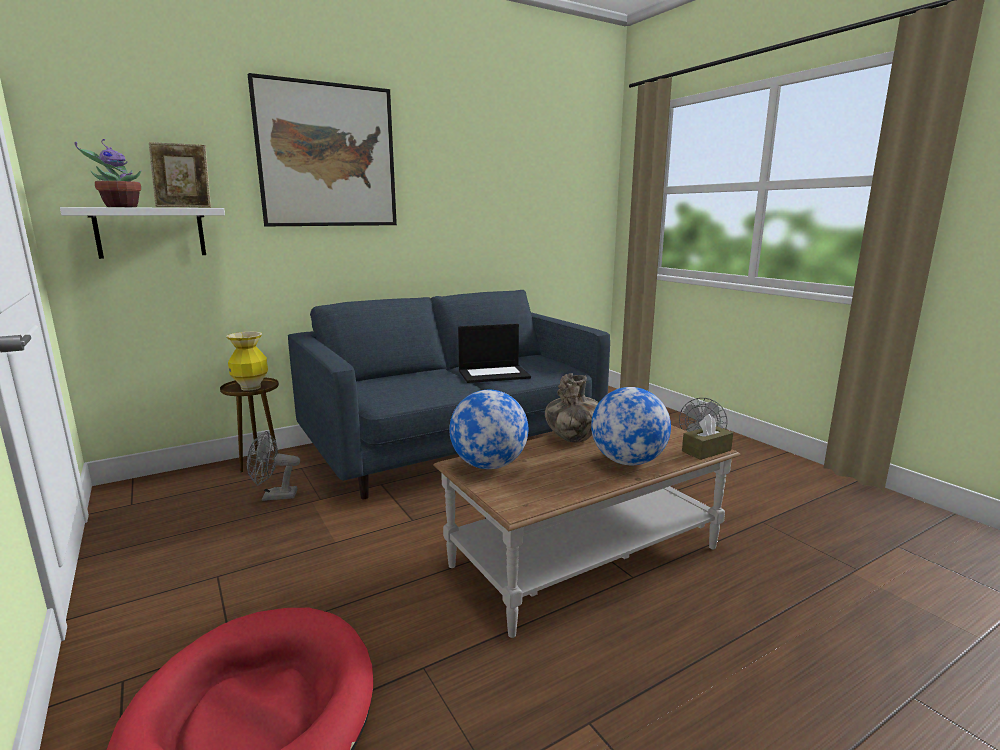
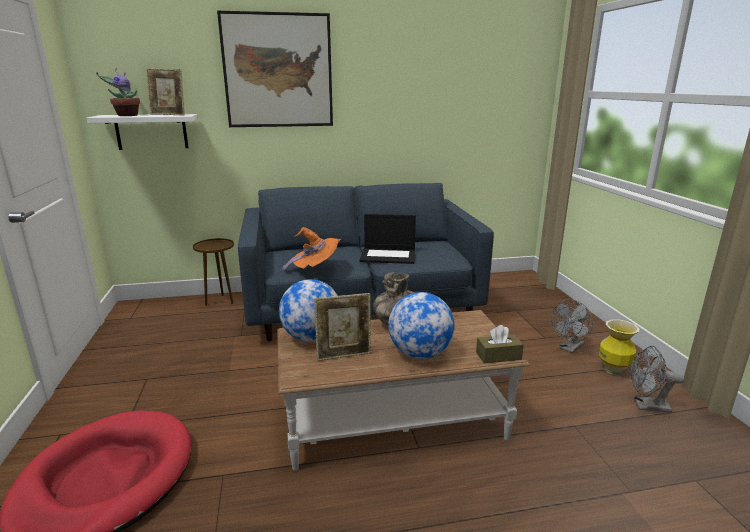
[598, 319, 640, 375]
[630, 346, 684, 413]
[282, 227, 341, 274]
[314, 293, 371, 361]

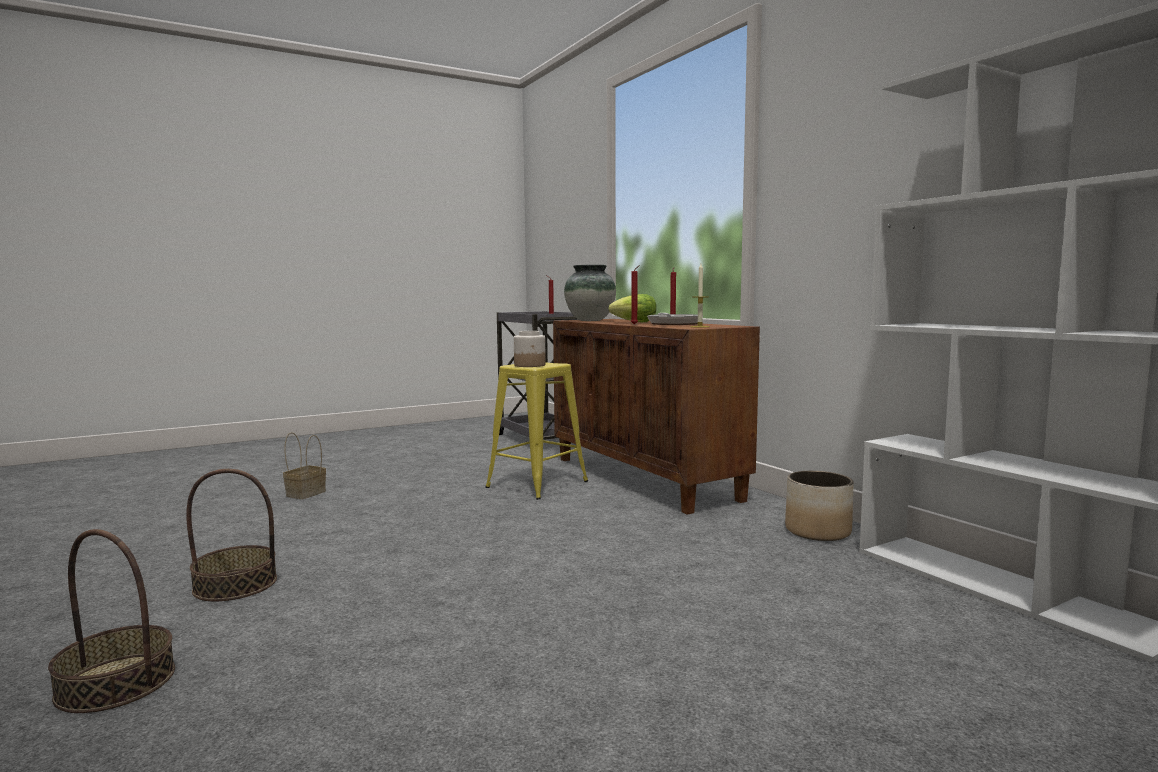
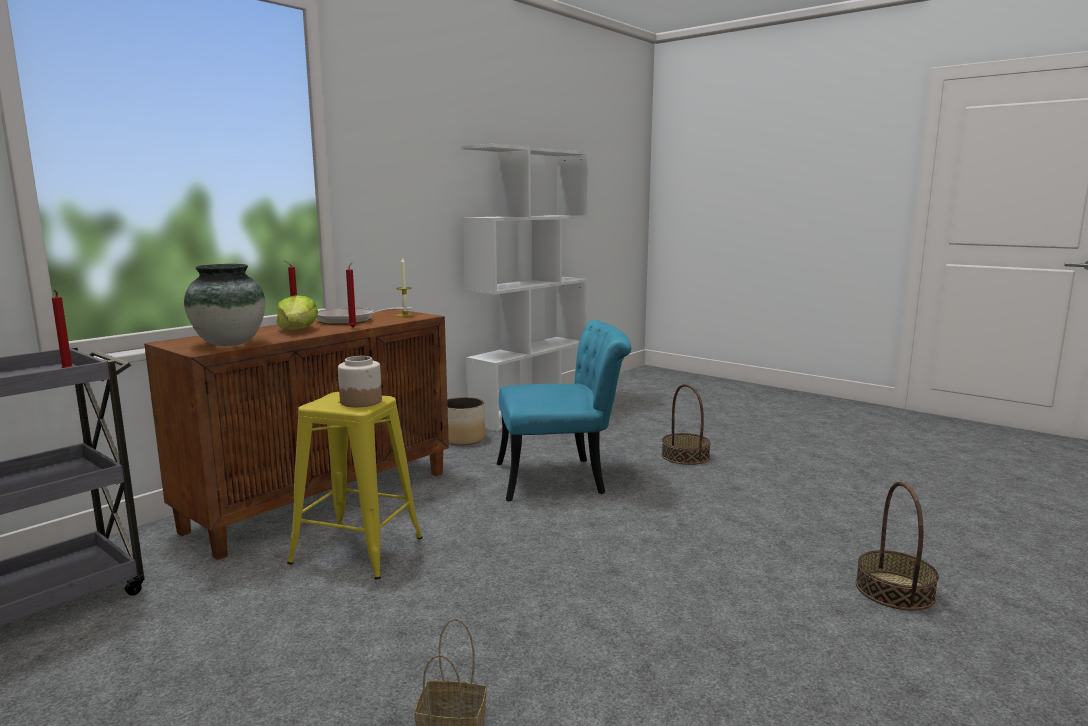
[662, 384, 711, 465]
[497, 320, 631, 501]

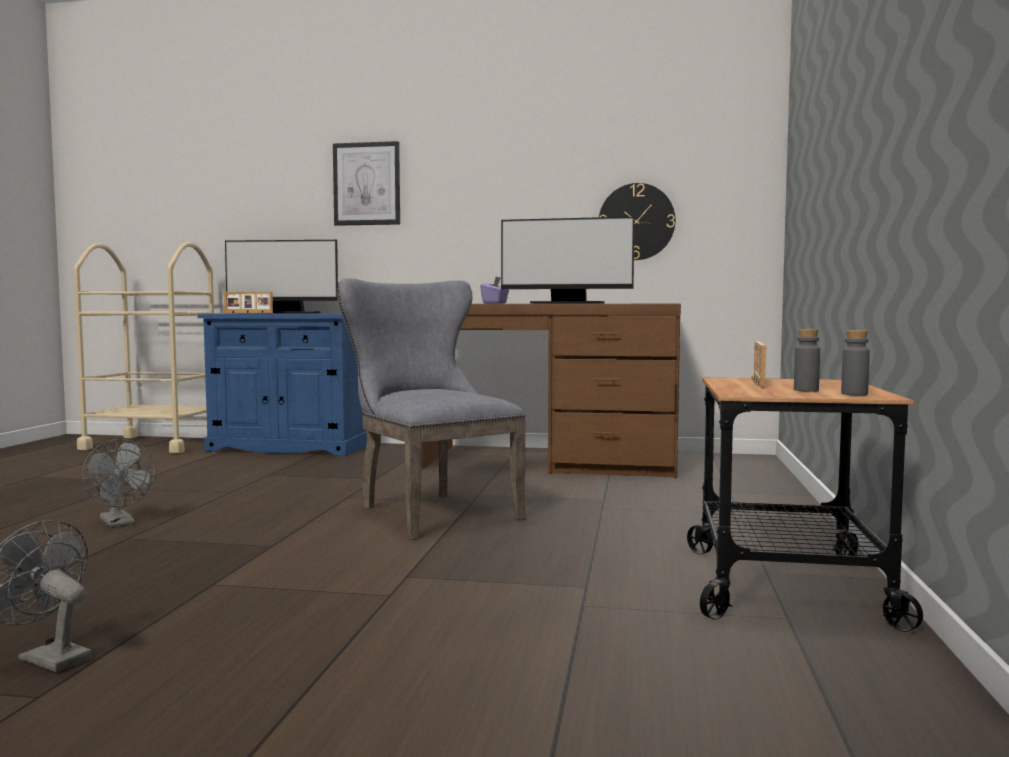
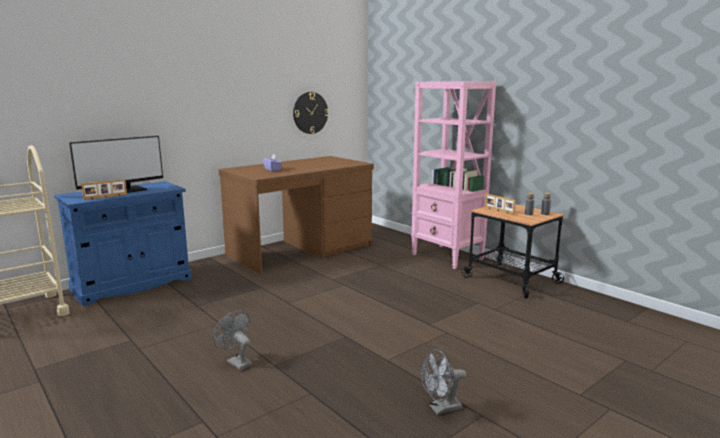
[213, 311, 253, 370]
[333, 141, 400, 226] (first image)
[337, 278, 526, 540] (first image)
[501, 217, 635, 303] (first image)
[411, 81, 496, 269]

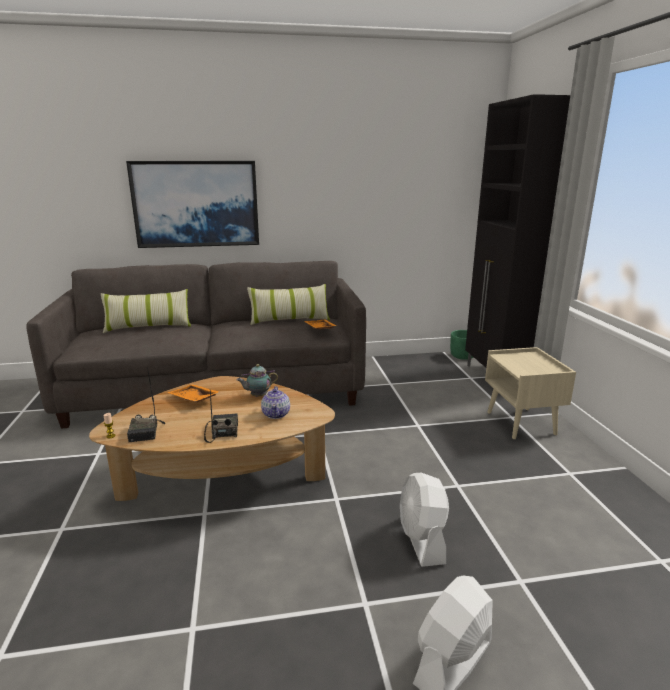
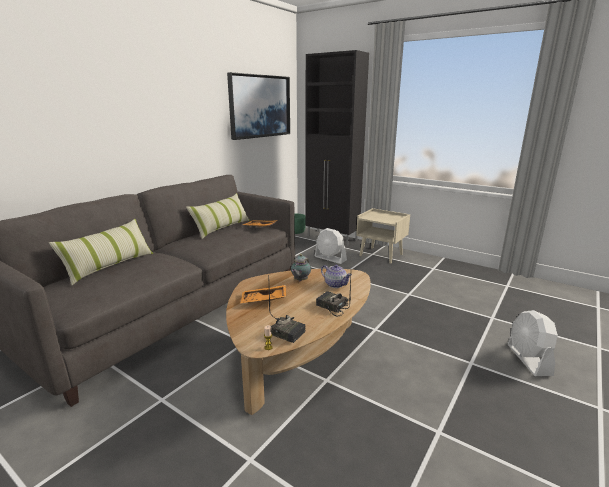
[227, 72, 290, 140]
[315, 228, 347, 264]

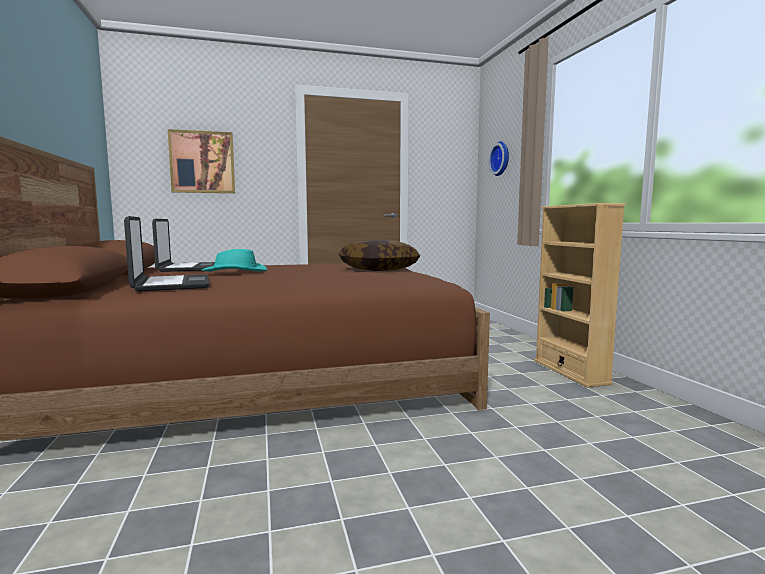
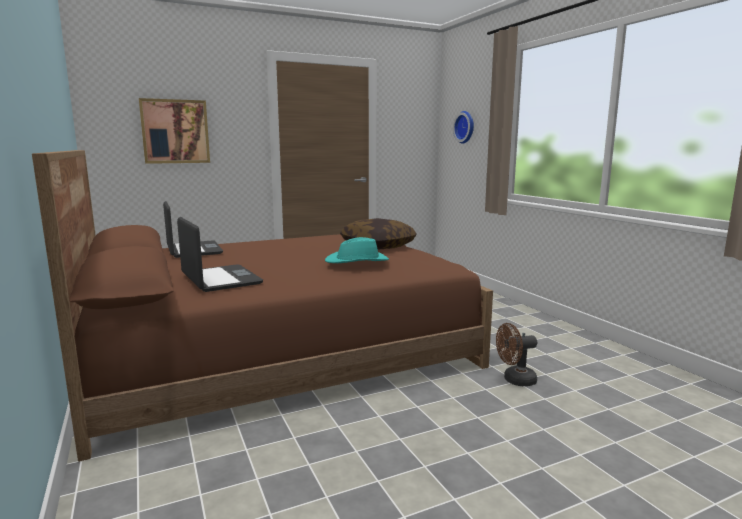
[325, 237, 389, 263]
[534, 203, 626, 387] (first image)
[496, 323, 537, 386]

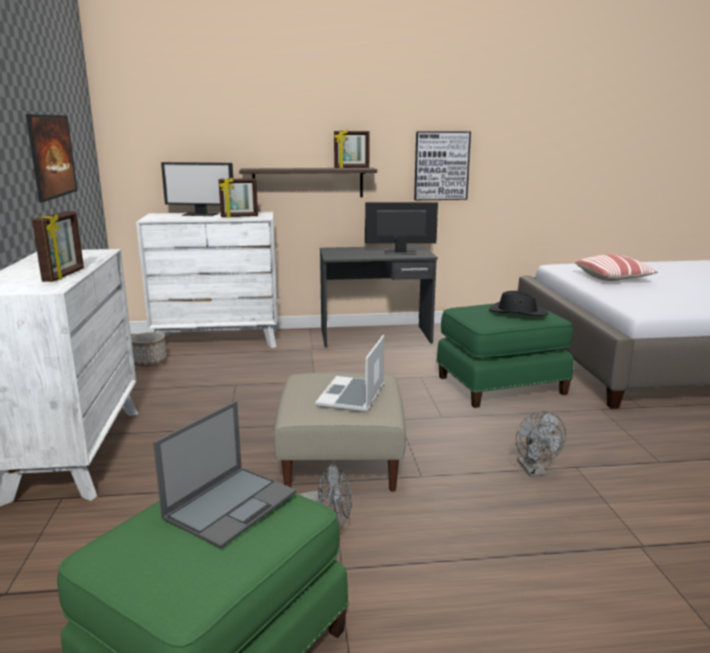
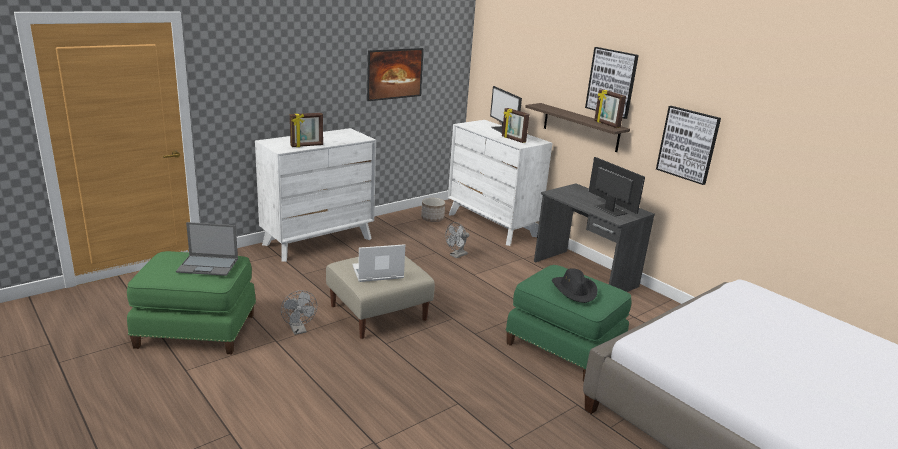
[445, 222, 469, 258]
[575, 254, 658, 281] (first image)
[585, 47, 639, 119]

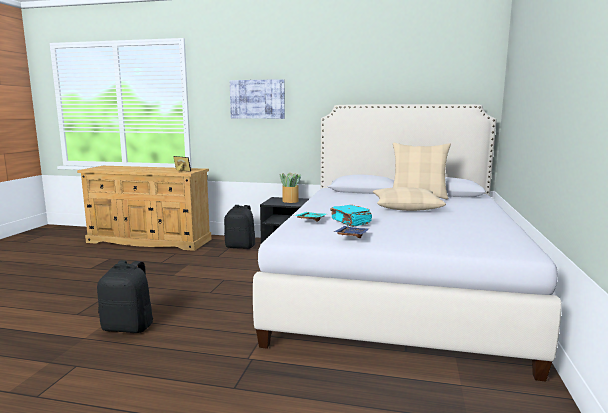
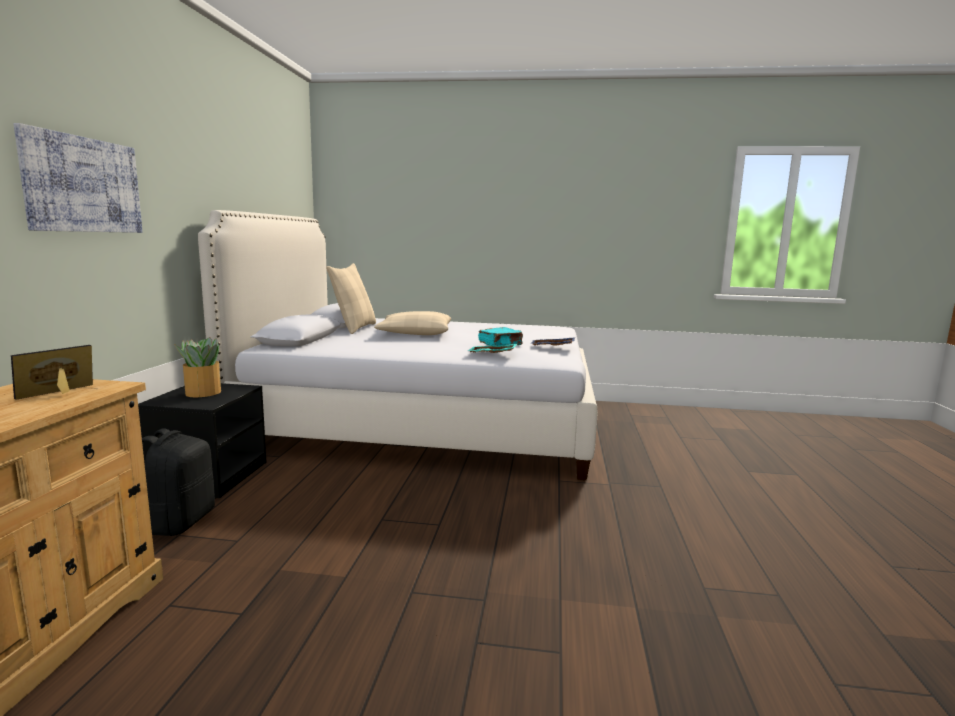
[97, 260, 153, 333] (first image)

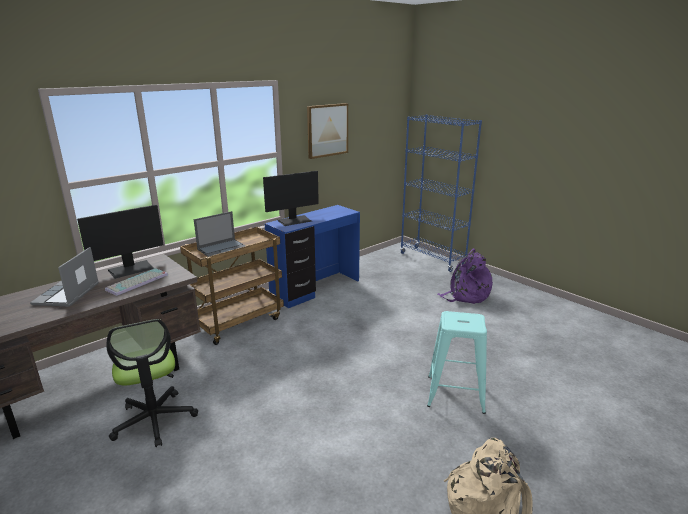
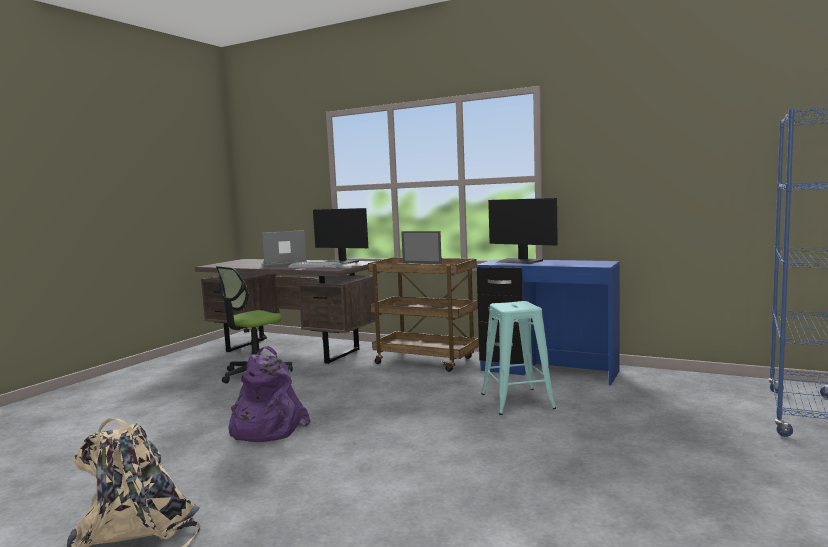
[307, 103, 348, 159] (first image)
[481, 301, 556, 415]
[228, 346, 311, 442]

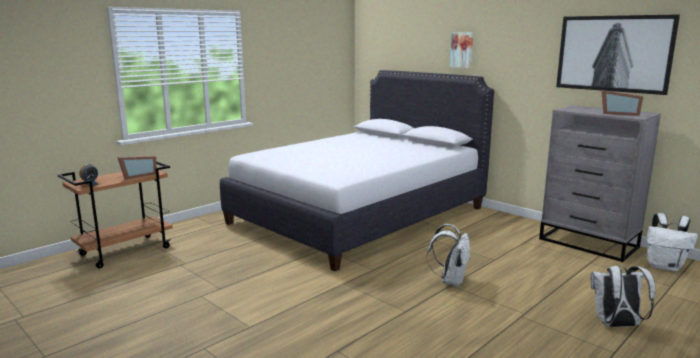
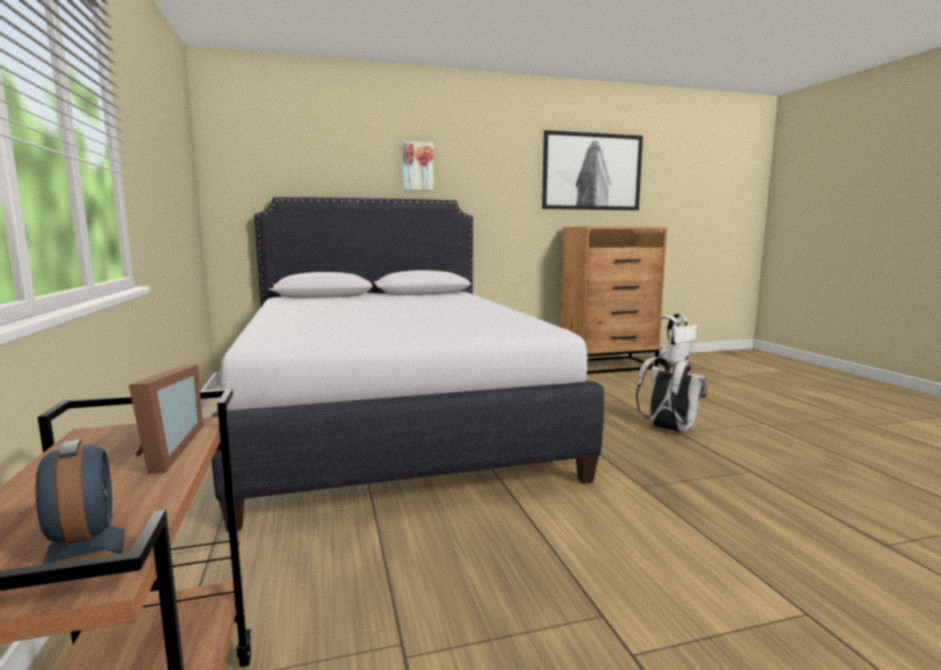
[560, 226, 667, 374]
[591, 266, 655, 327] (first image)
[601, 90, 643, 116] (first image)

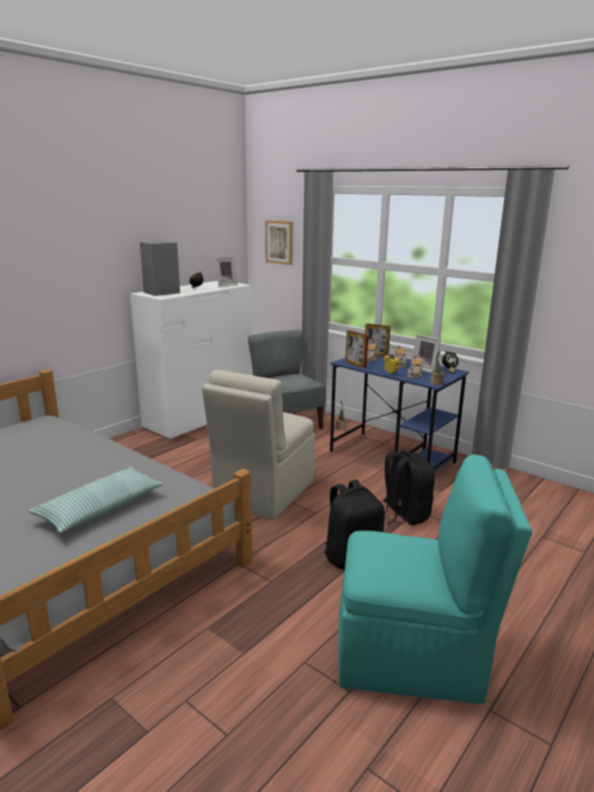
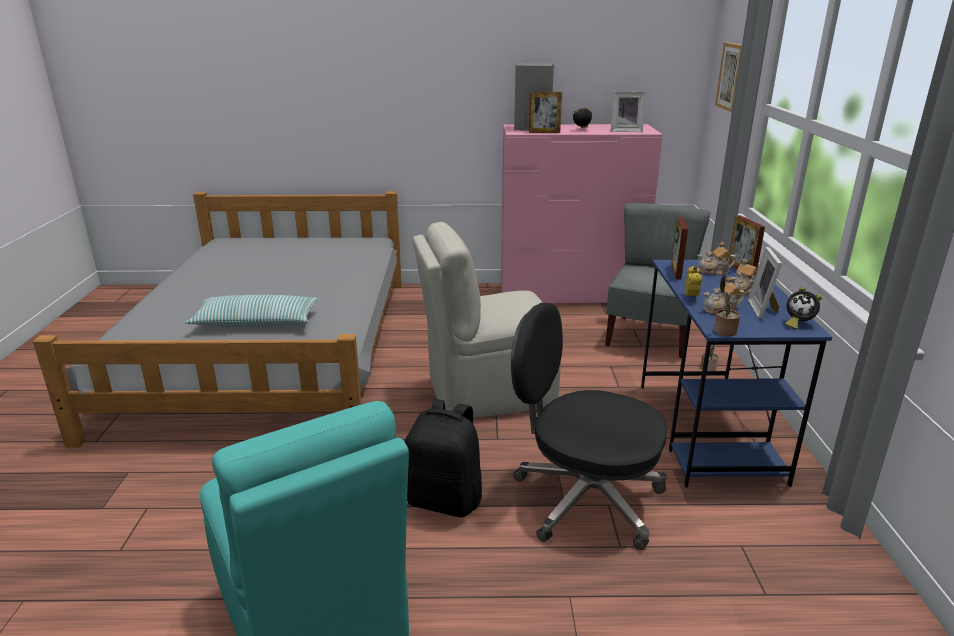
[501, 124, 663, 303]
[511, 303, 667, 550]
[529, 92, 562, 133]

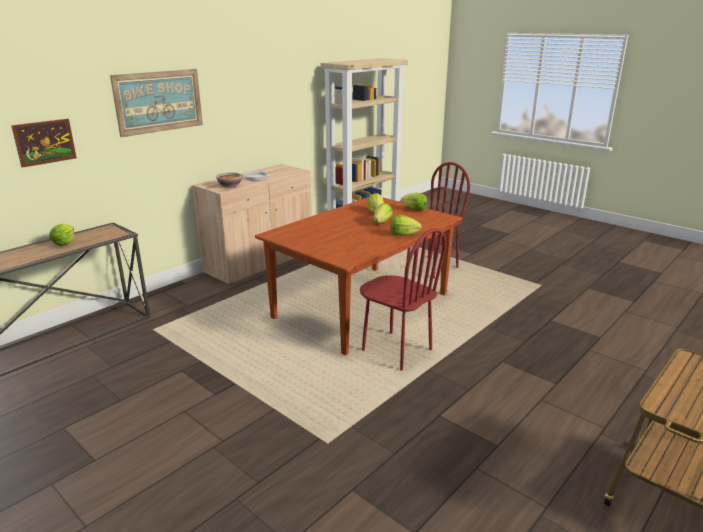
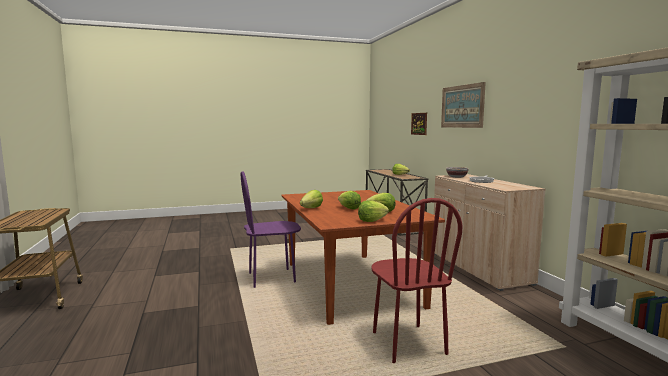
[241, 171, 301, 288]

